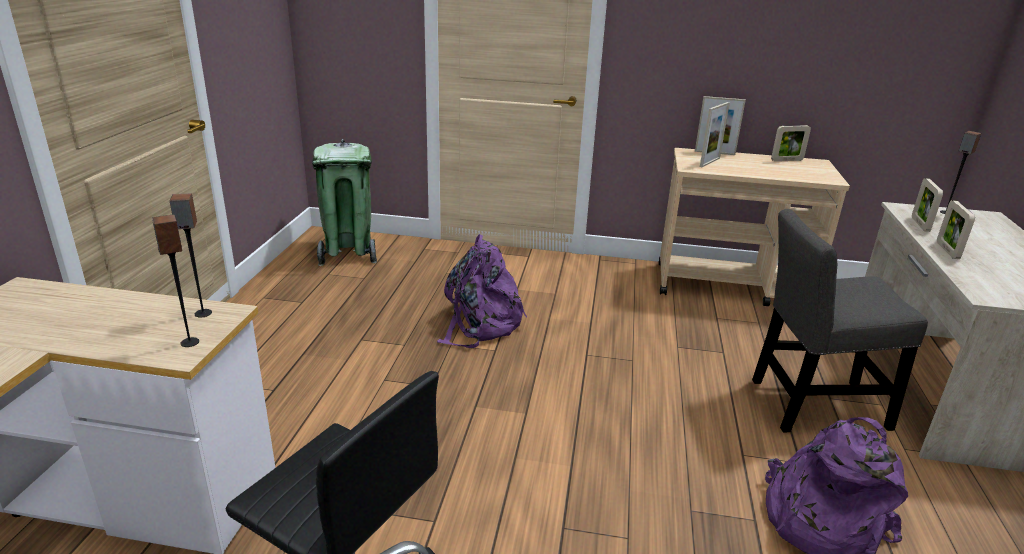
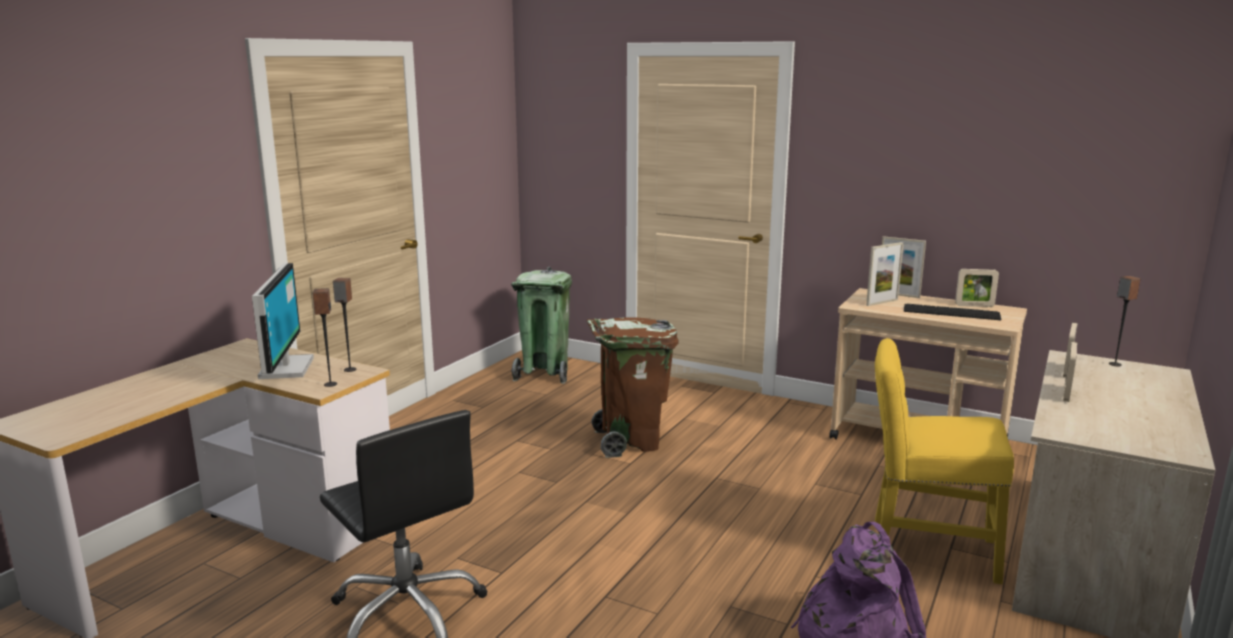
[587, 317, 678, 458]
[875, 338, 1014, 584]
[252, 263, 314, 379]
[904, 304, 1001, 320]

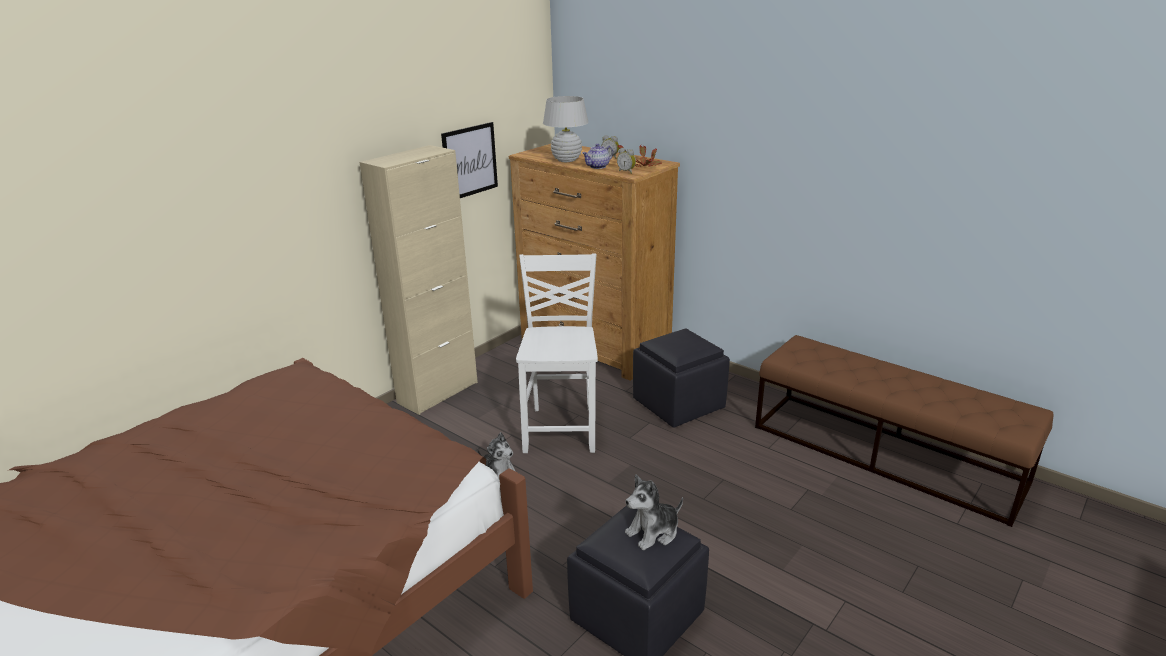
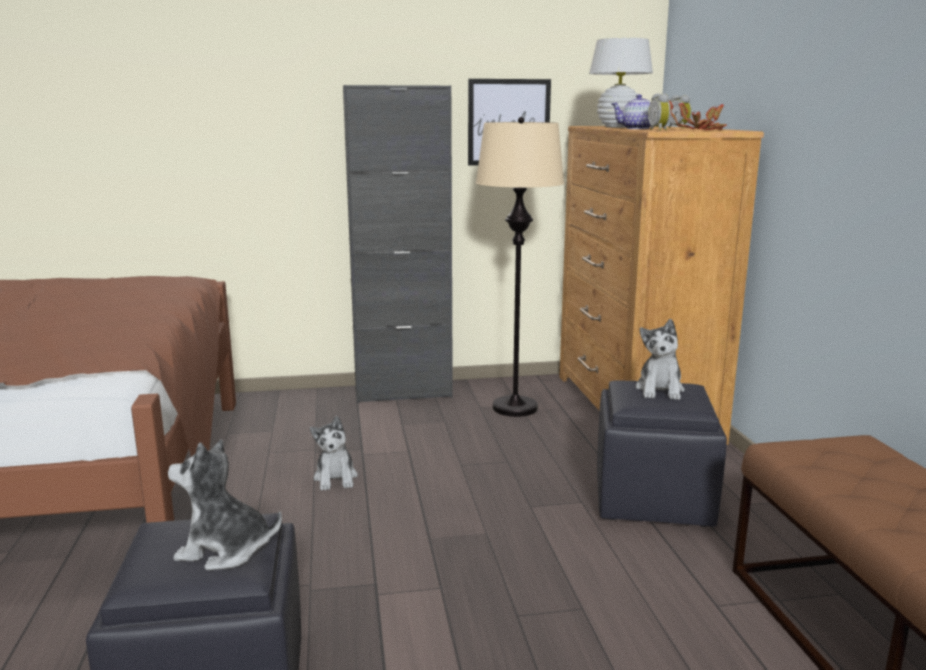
[343, 85, 453, 403]
[516, 253, 598, 453] (first image)
[476, 117, 564, 417]
[635, 319, 685, 400]

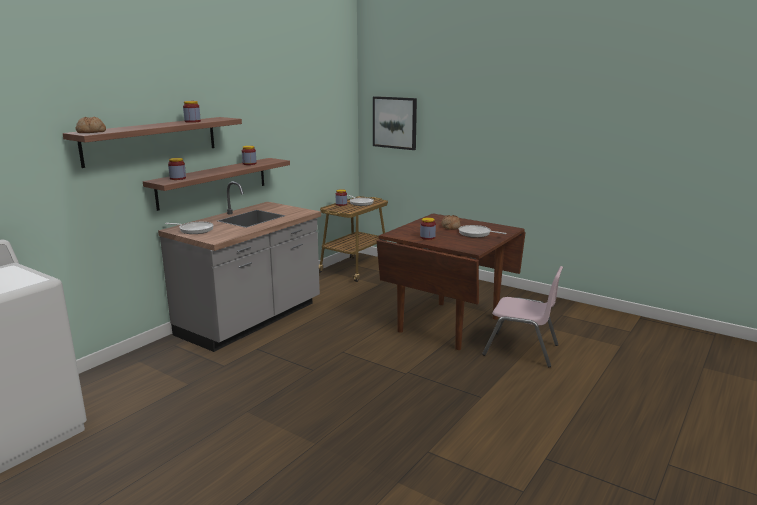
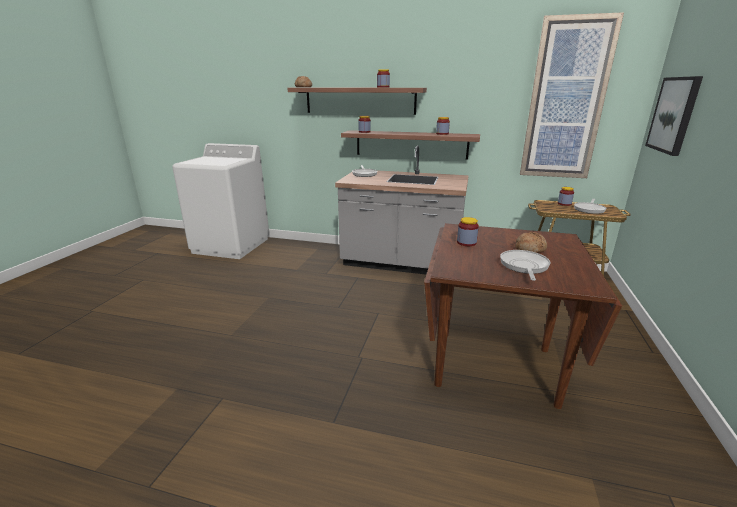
[482, 266, 563, 367] (first image)
[520, 12, 624, 178]

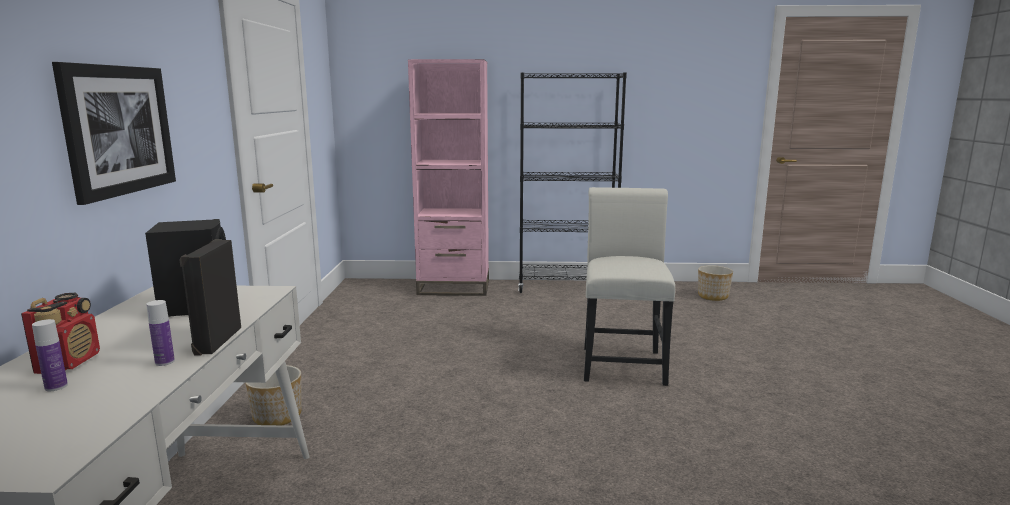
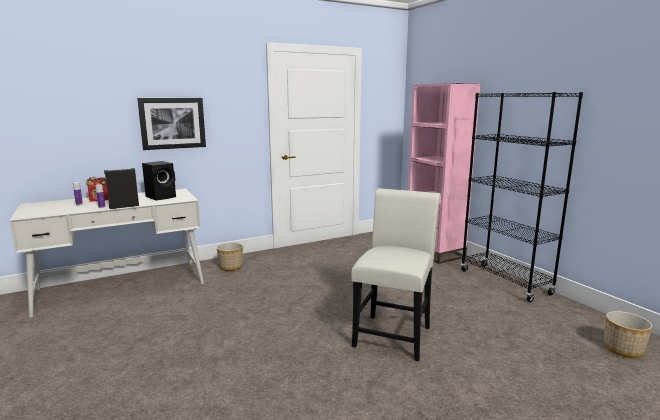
[351, 189, 441, 361]

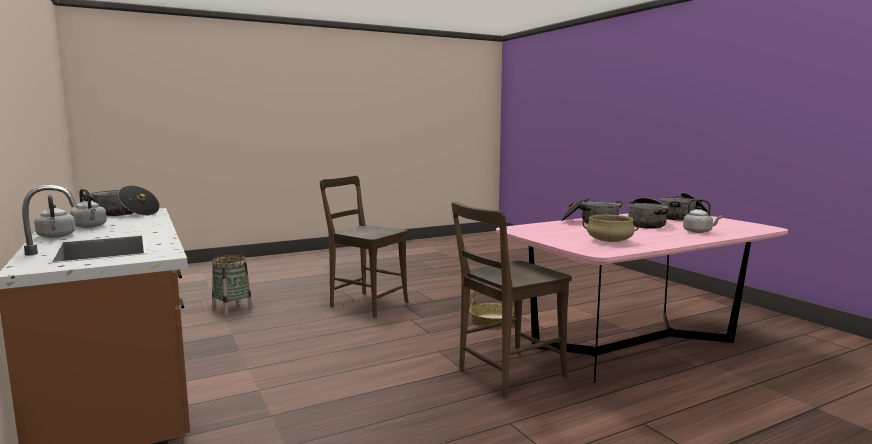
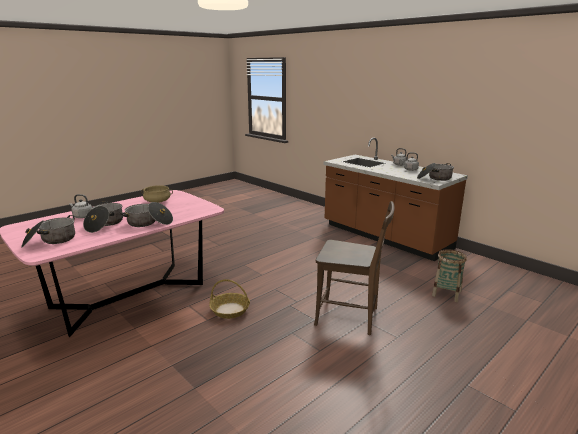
[451, 202, 572, 398] (first image)

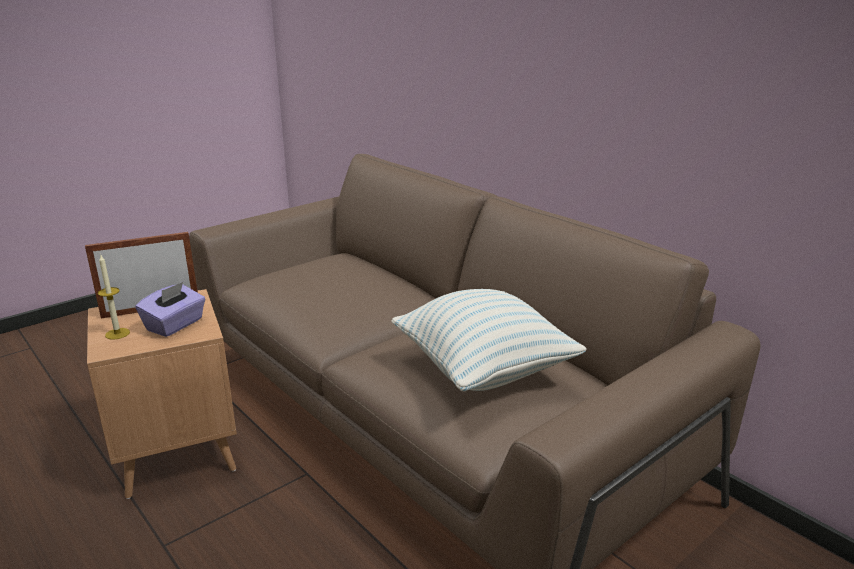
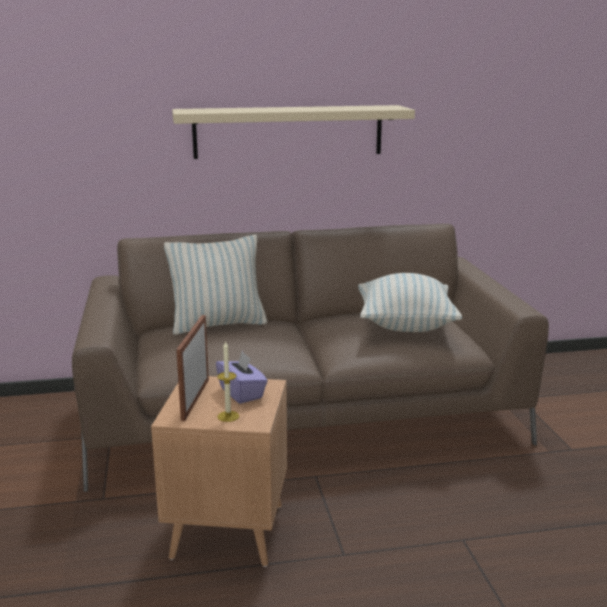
[164, 235, 267, 335]
[172, 105, 415, 159]

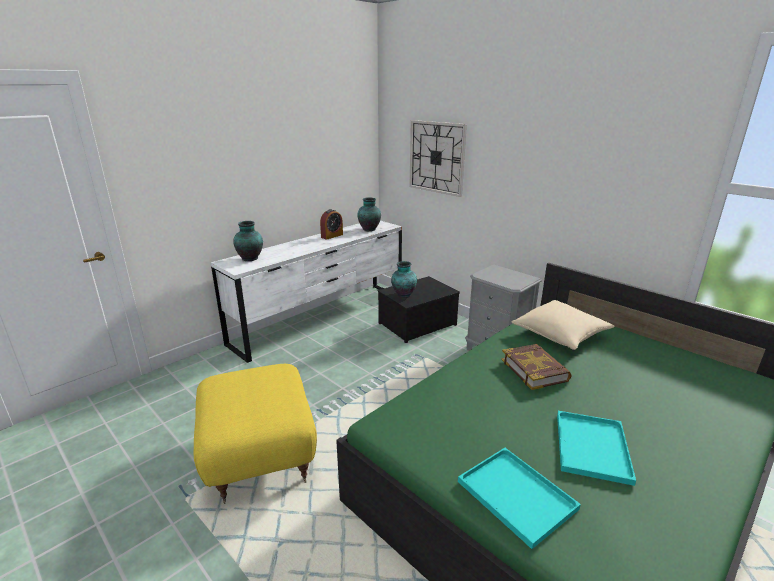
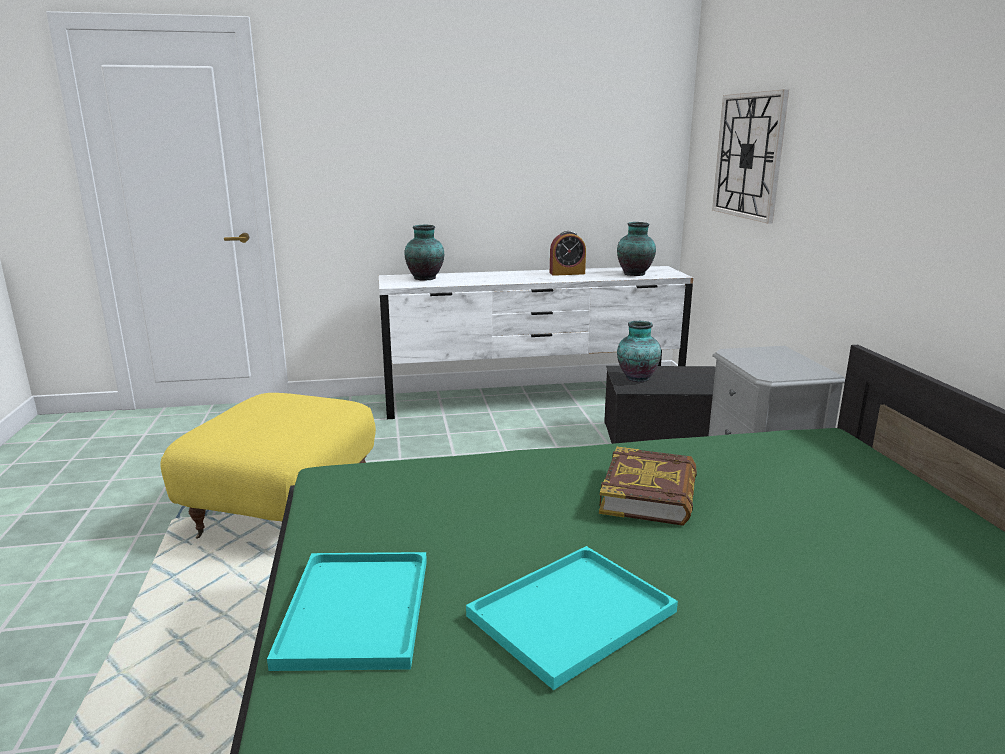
[512, 300, 615, 350] (first image)

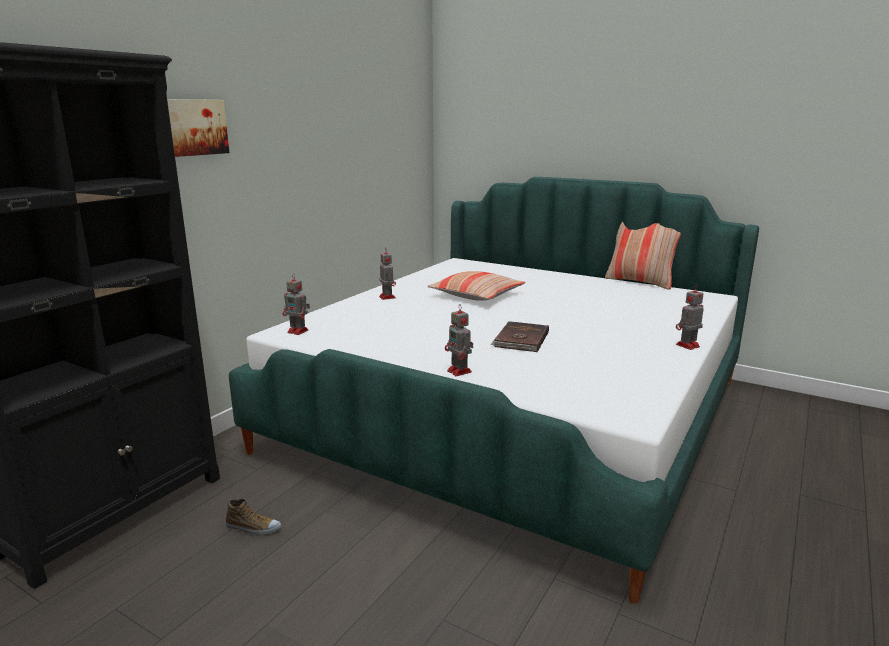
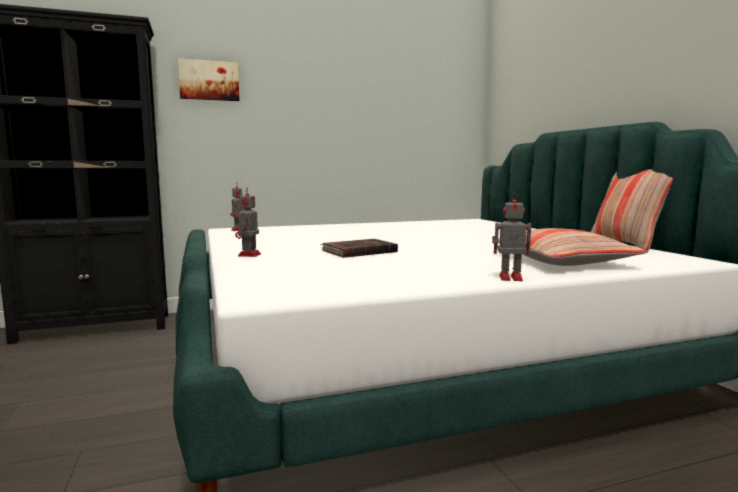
[226, 498, 281, 535] (first image)
[379, 248, 396, 300] (first image)
[498, 228, 648, 266]

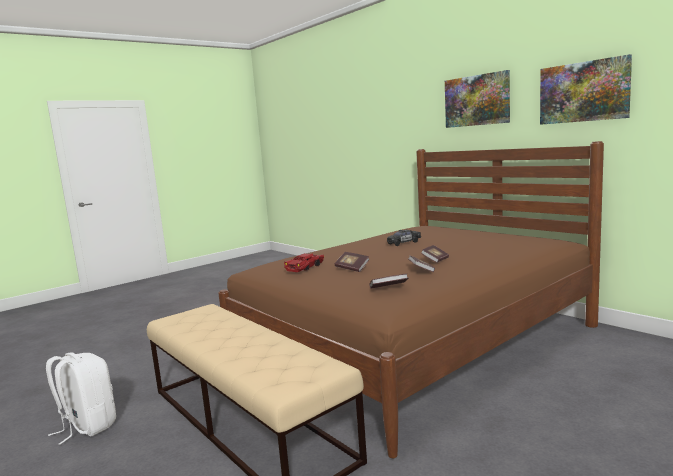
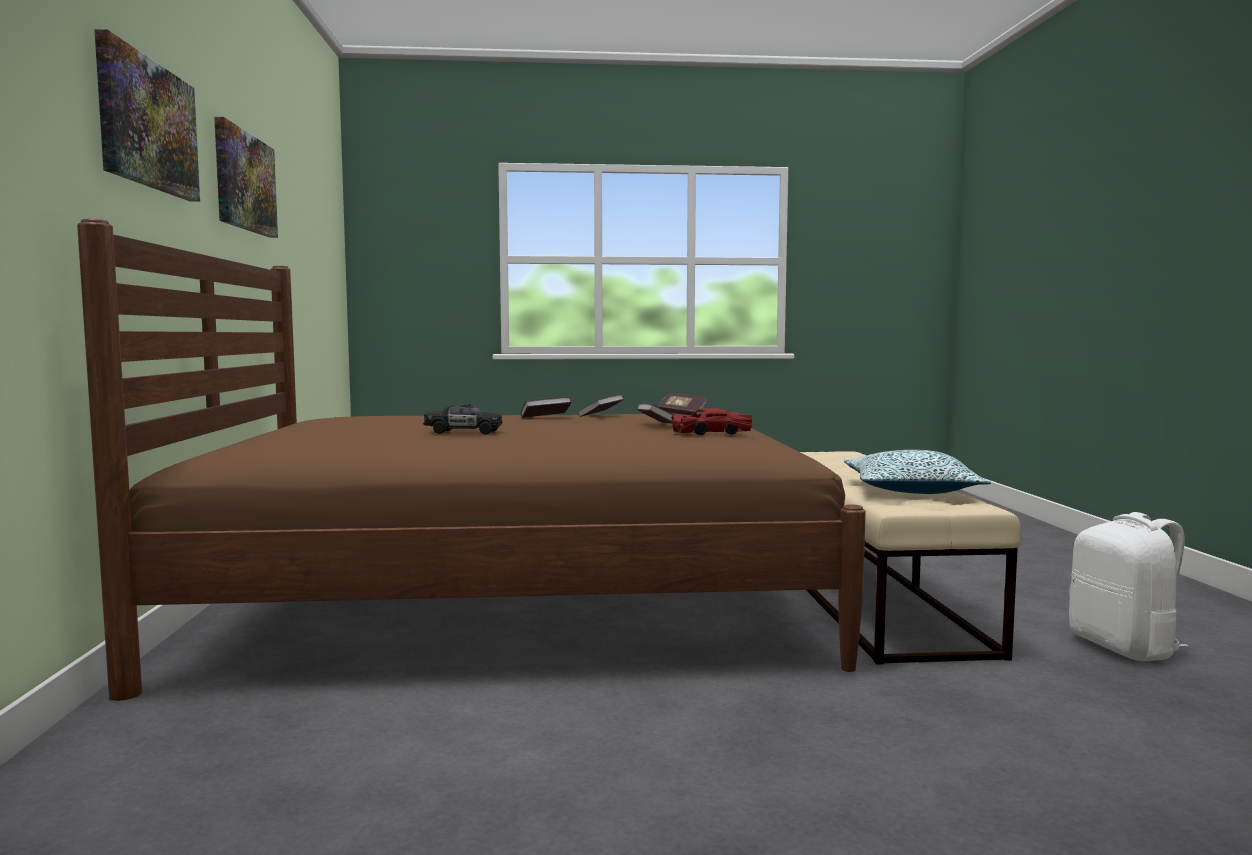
[844, 450, 991, 494]

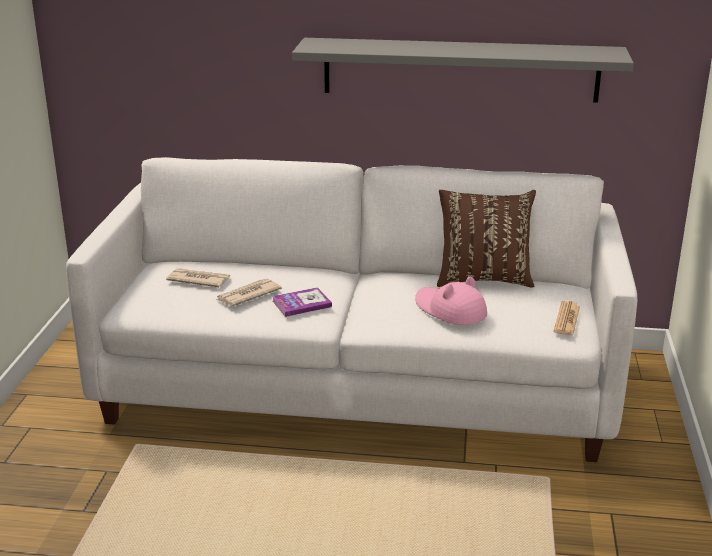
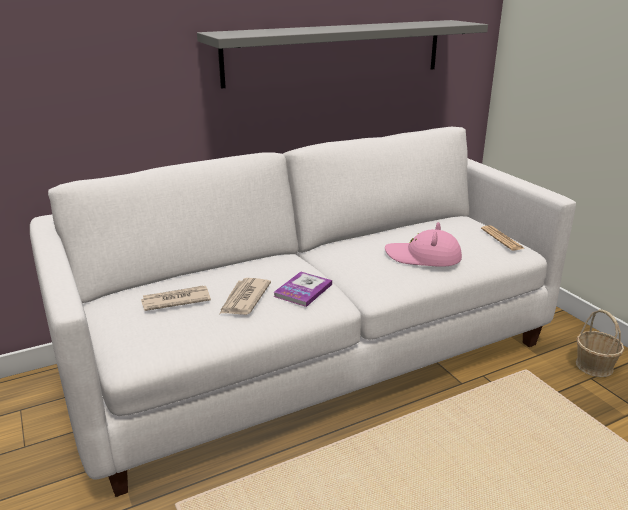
[437, 190, 536, 288] (first image)
[576, 309, 624, 377]

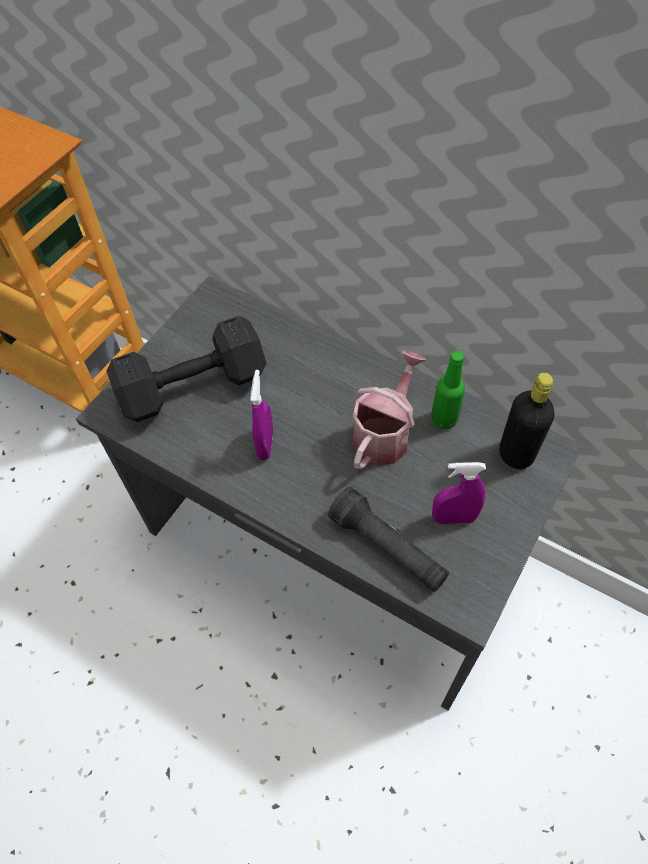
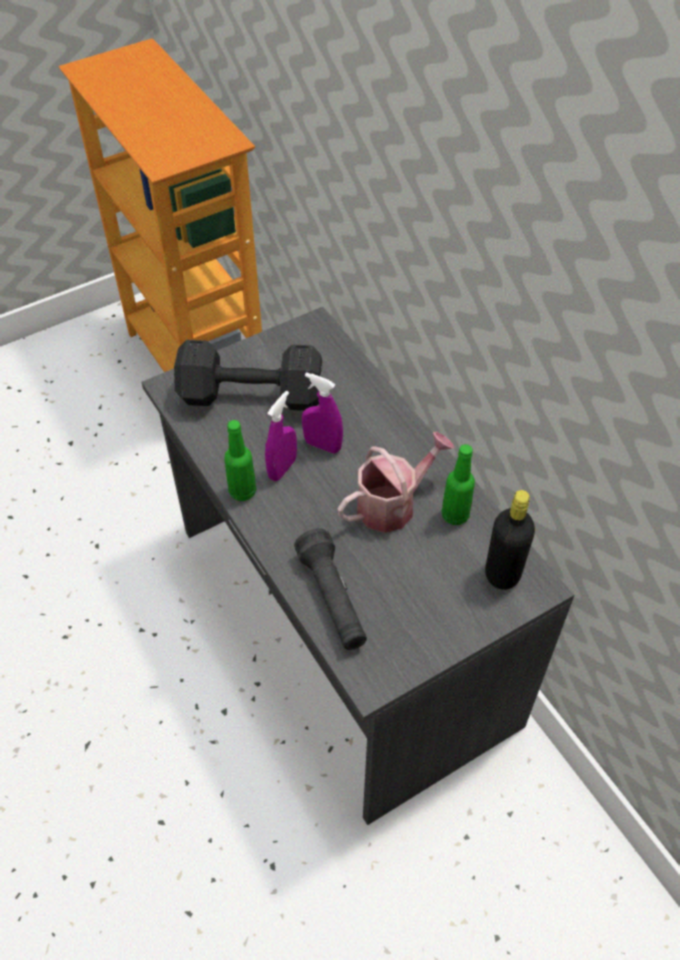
[302, 372, 343, 454]
[224, 420, 256, 501]

